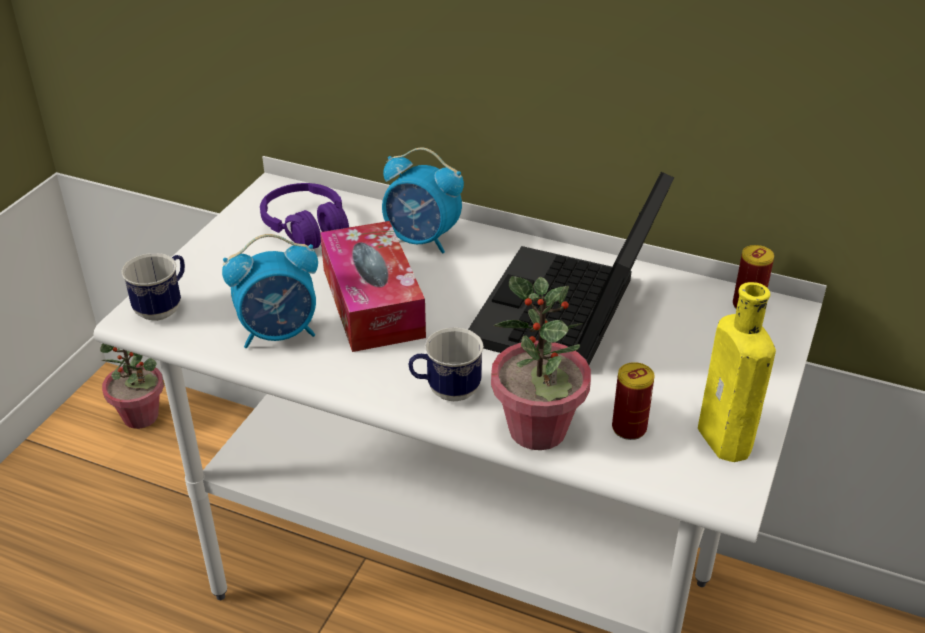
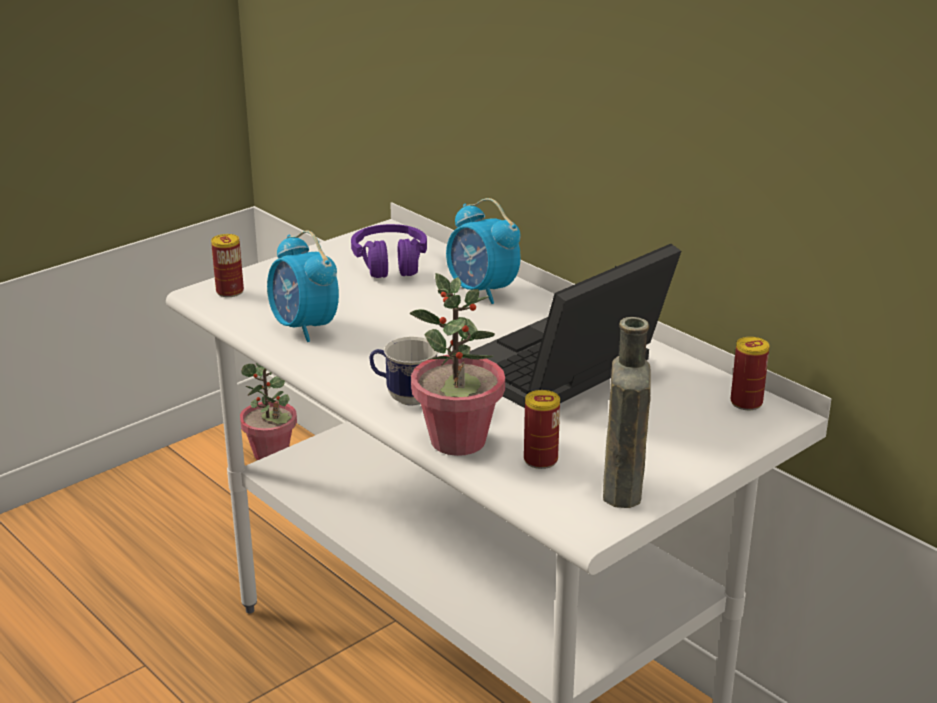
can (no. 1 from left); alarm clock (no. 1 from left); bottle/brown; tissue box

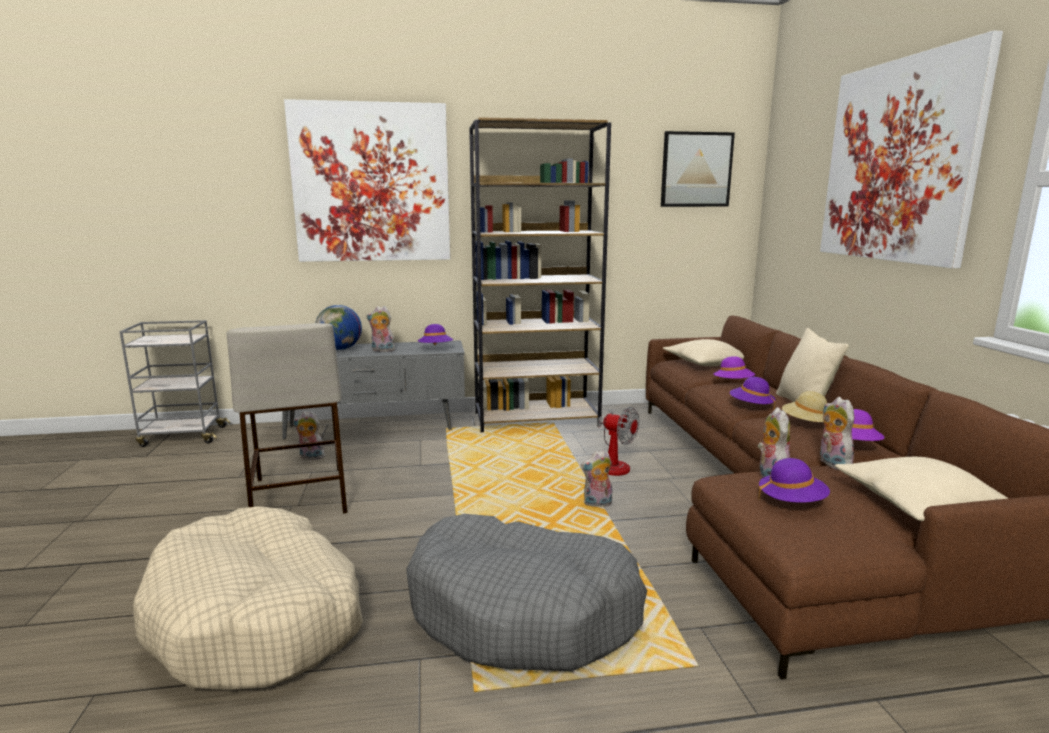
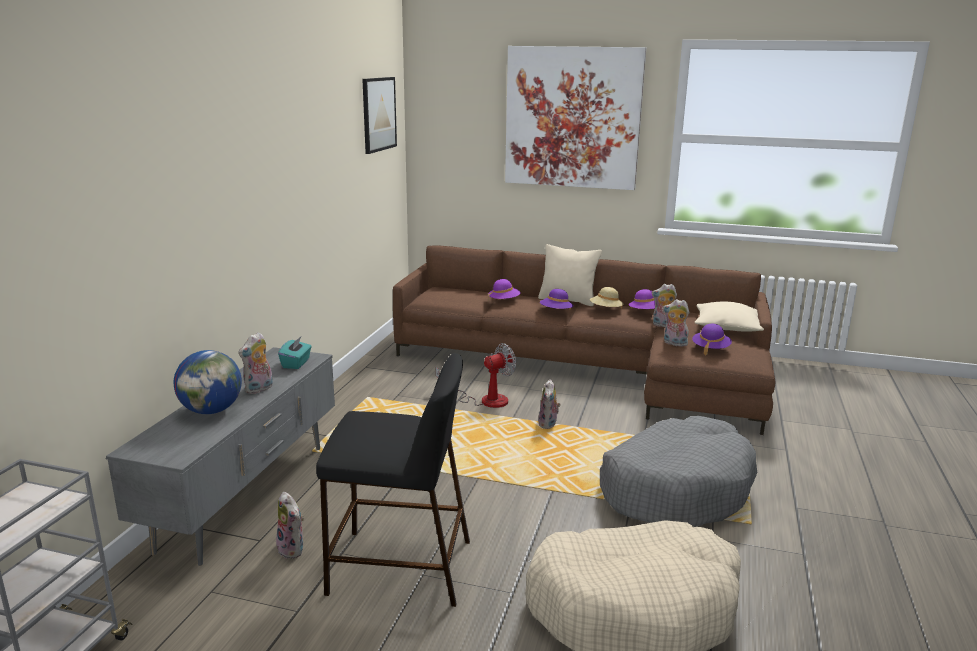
plush toy (no. 2 from left); tissue box/turquoise; stool/black; picture (no. 1 from left in the first image); bookcase/brown; pillow/beige (no. 1 from left in the first image)

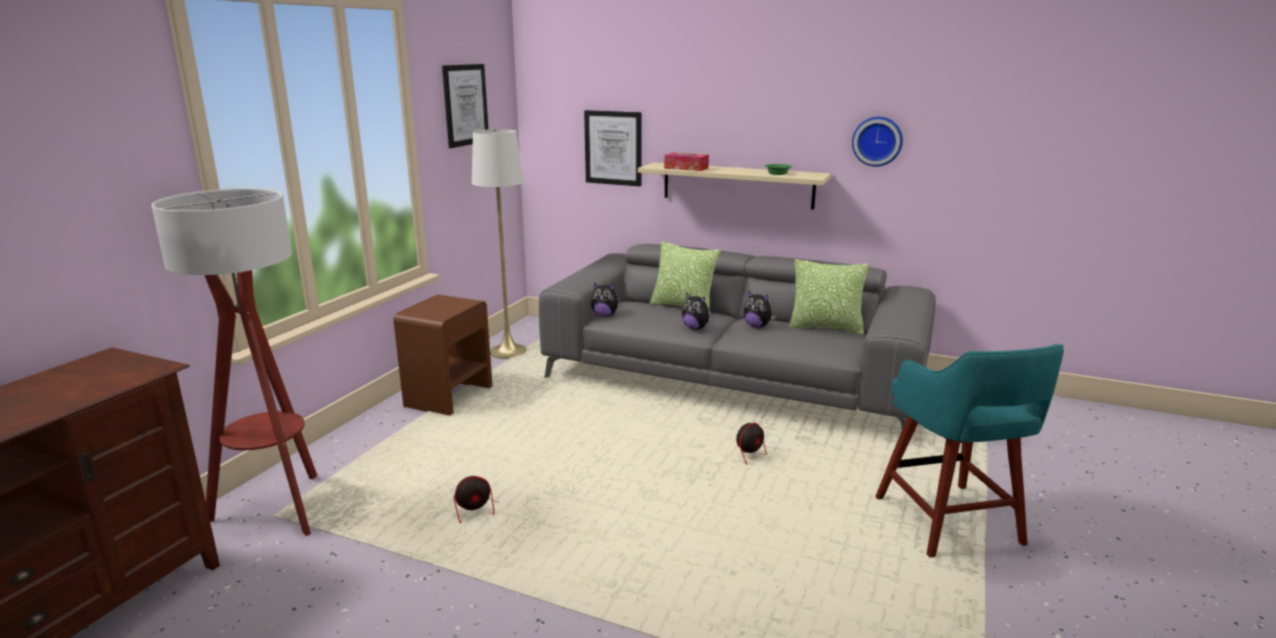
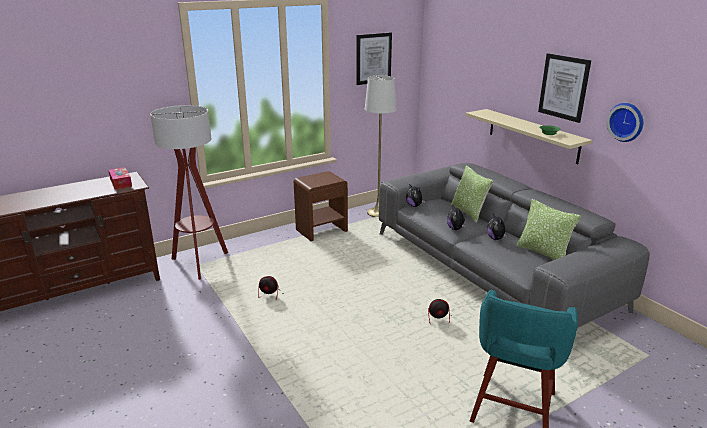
tissue box; picture (no. 2 from left)

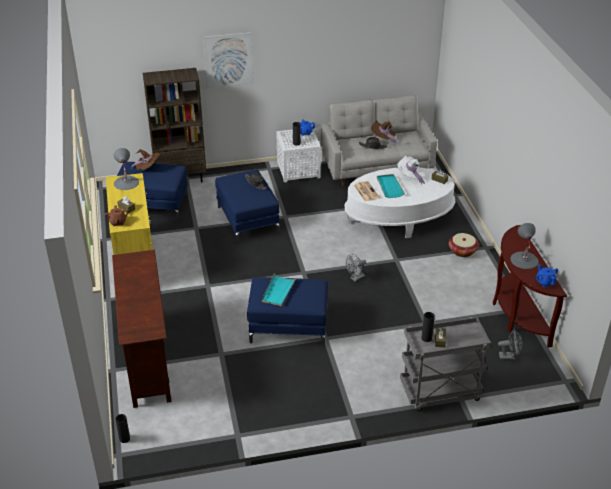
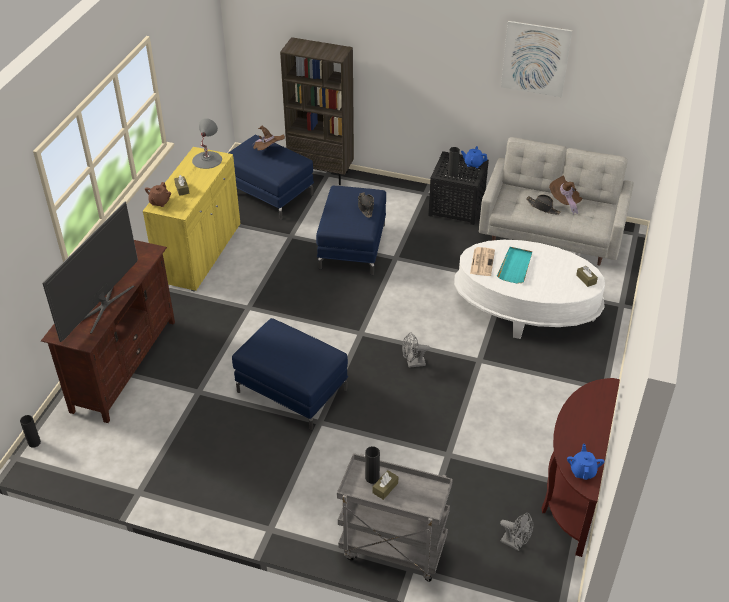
television; side table/black; picture; tray/turquoise (no. 1 from left in the first image); hat/white; basket; table lamp/grey (no. 2 from left in the first image)

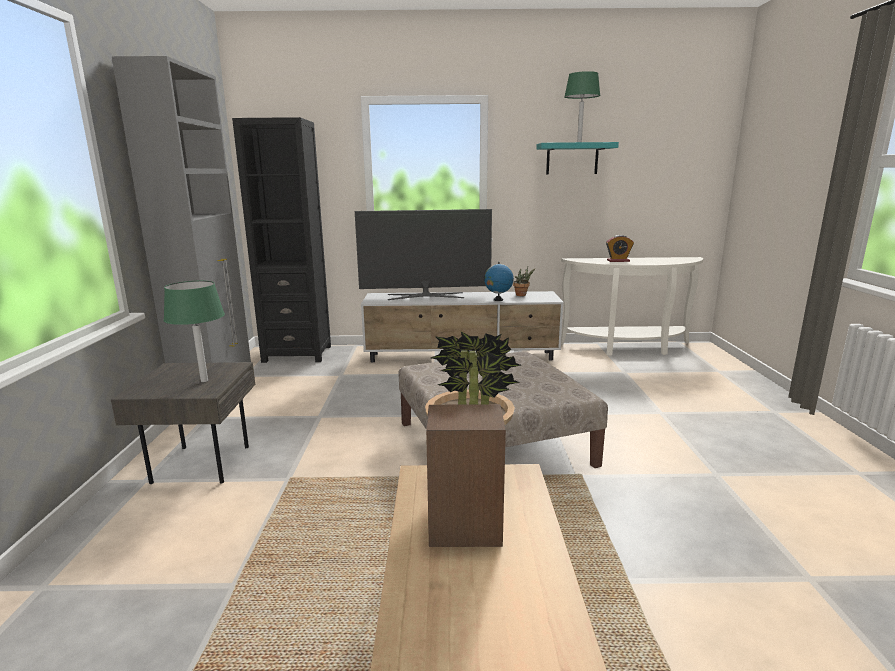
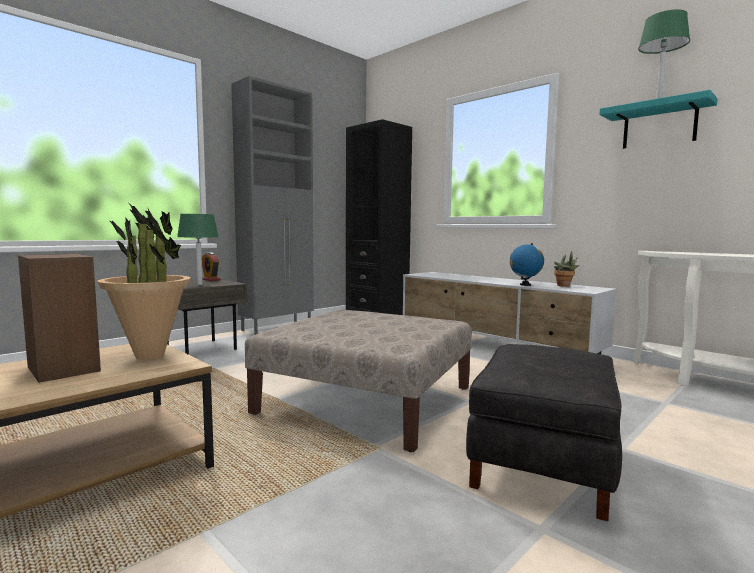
alarm clock; ottoman/black; television

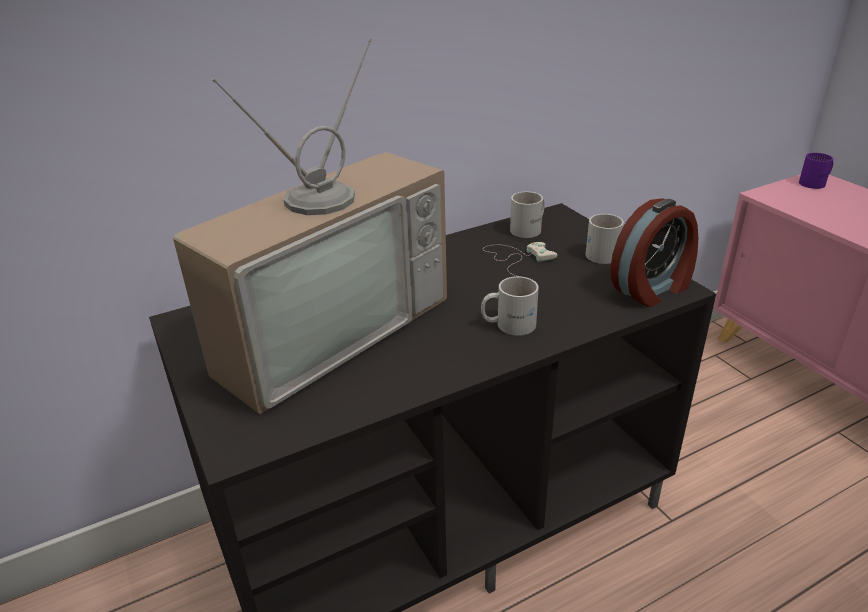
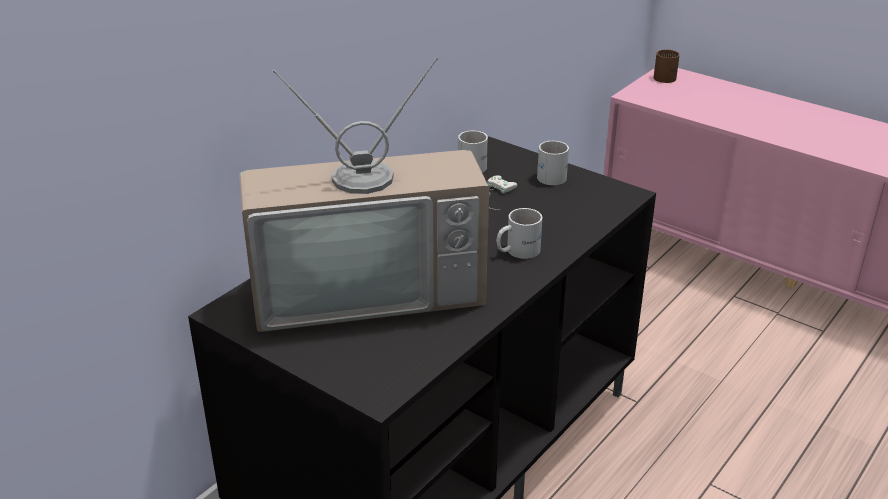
television; mug/brown; alarm clock

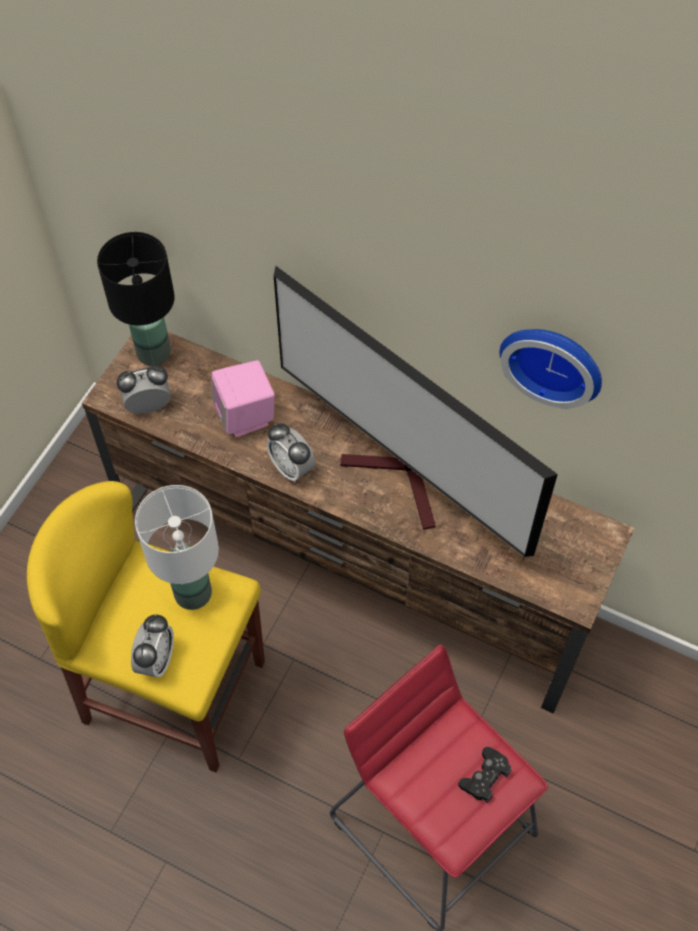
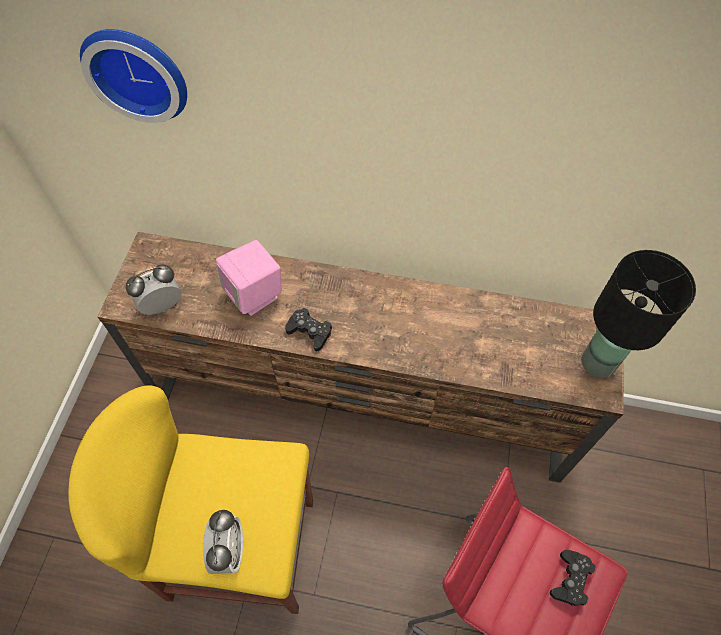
wall clock; game controller/black (no. 1 from left); table lamp/black; table lamp/white; television

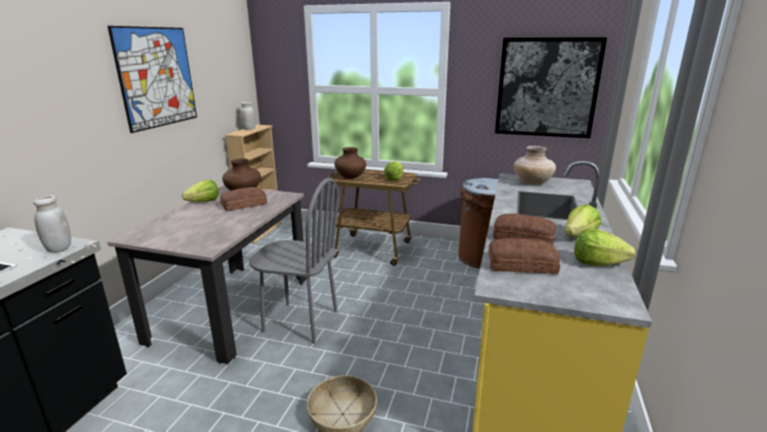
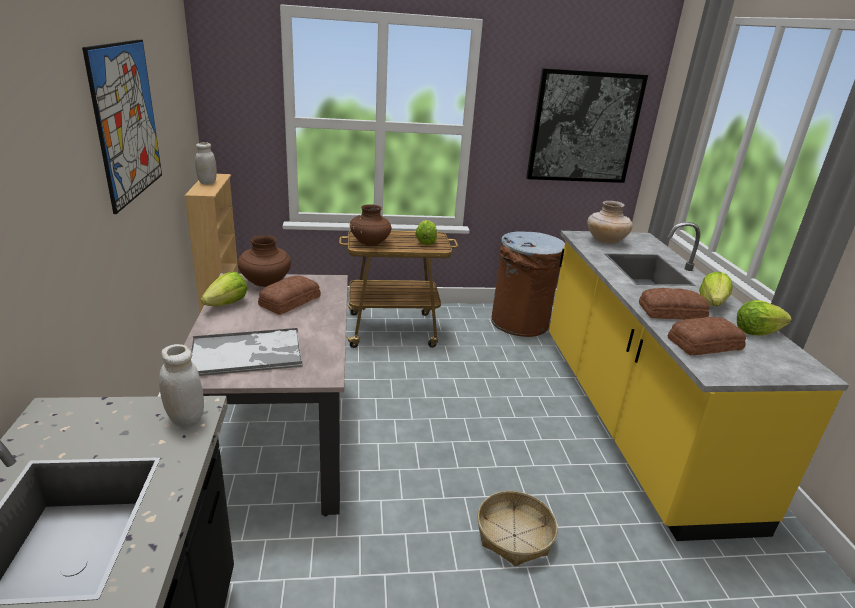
tray; chair/grey

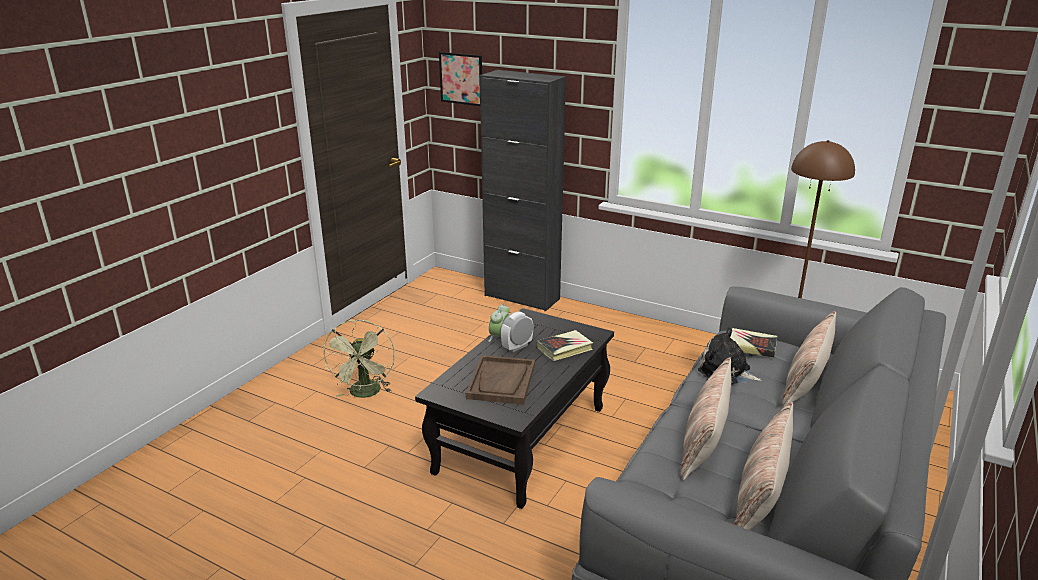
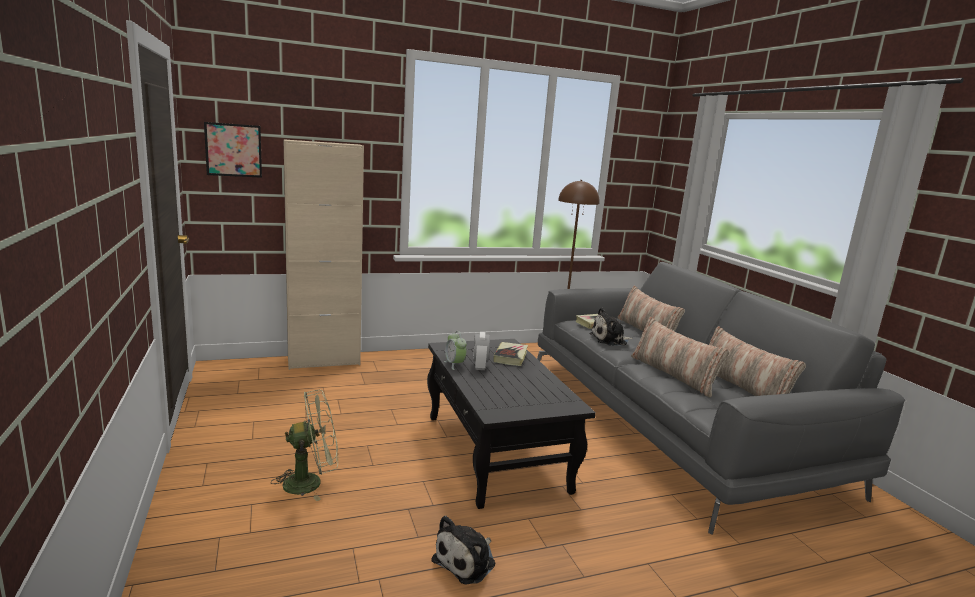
fan/green; cabinet/beige; plush toy (no. 1 from left); tray/brown

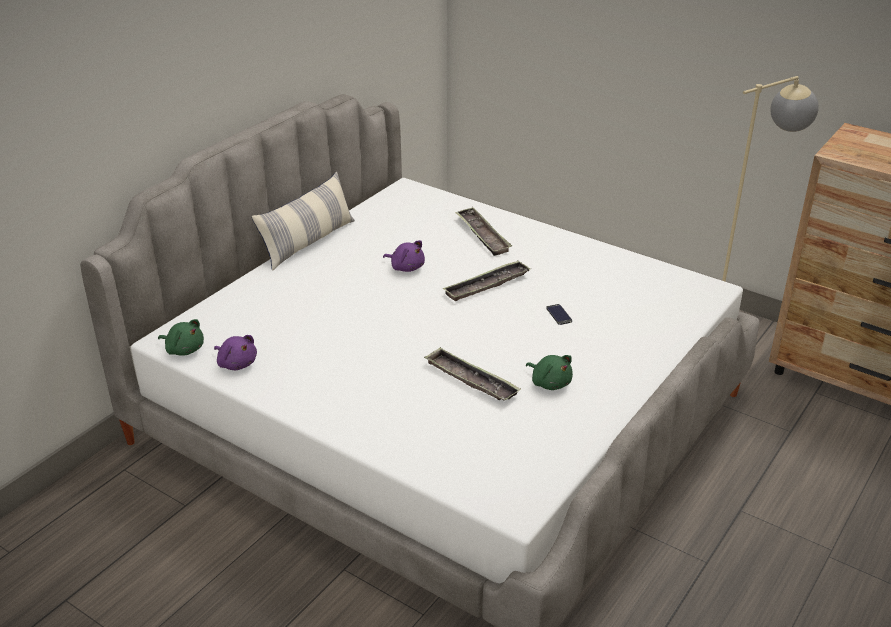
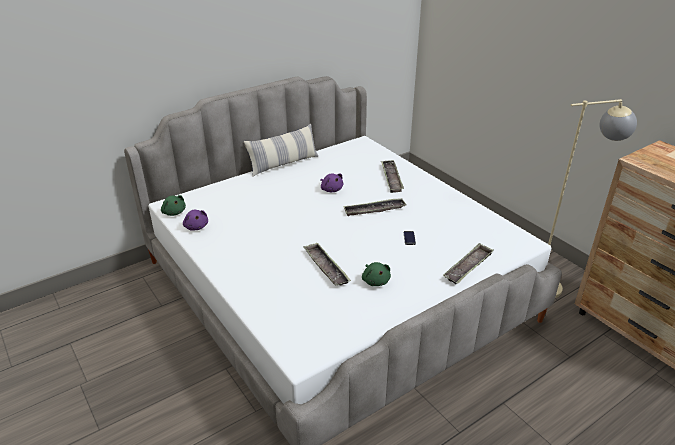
tray (no. 4 from left)

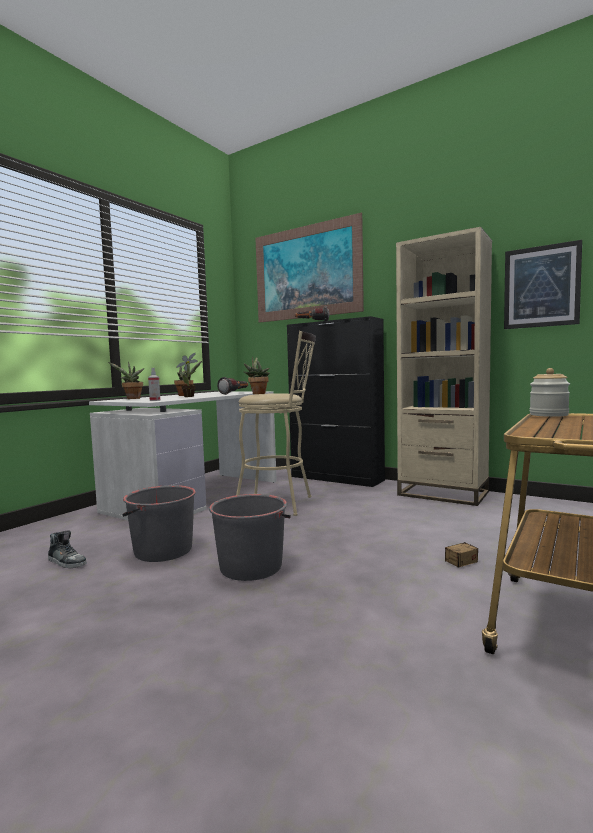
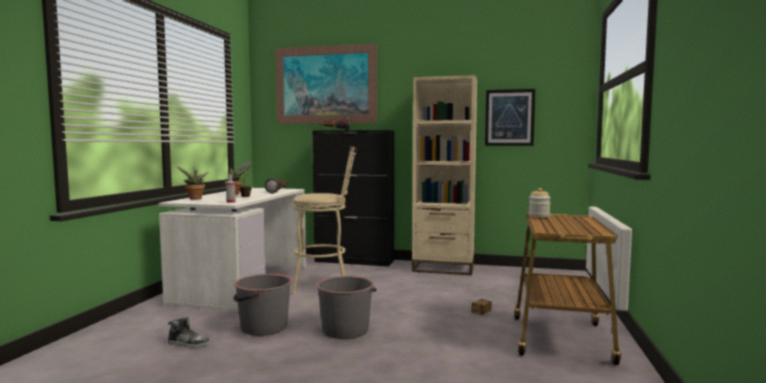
potted plant (no. 4 from left in the first image)

